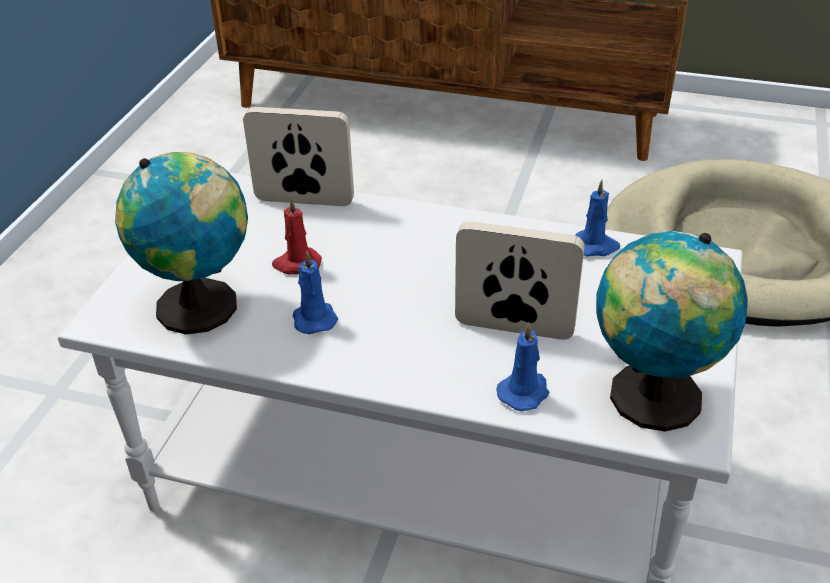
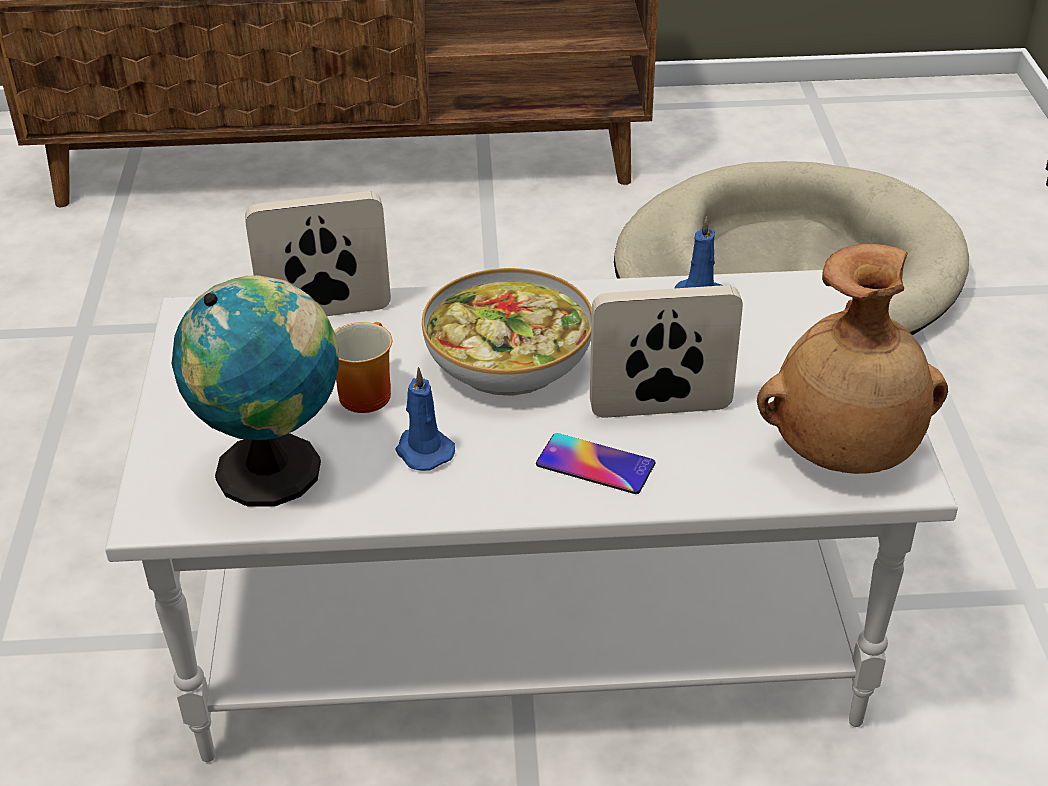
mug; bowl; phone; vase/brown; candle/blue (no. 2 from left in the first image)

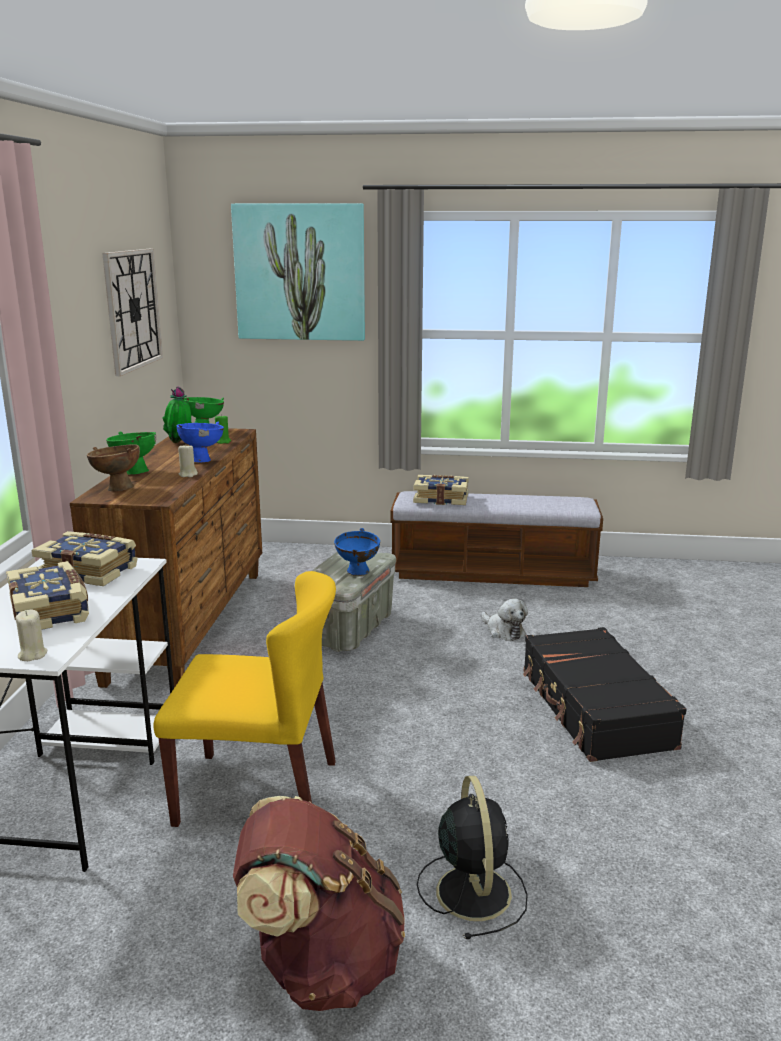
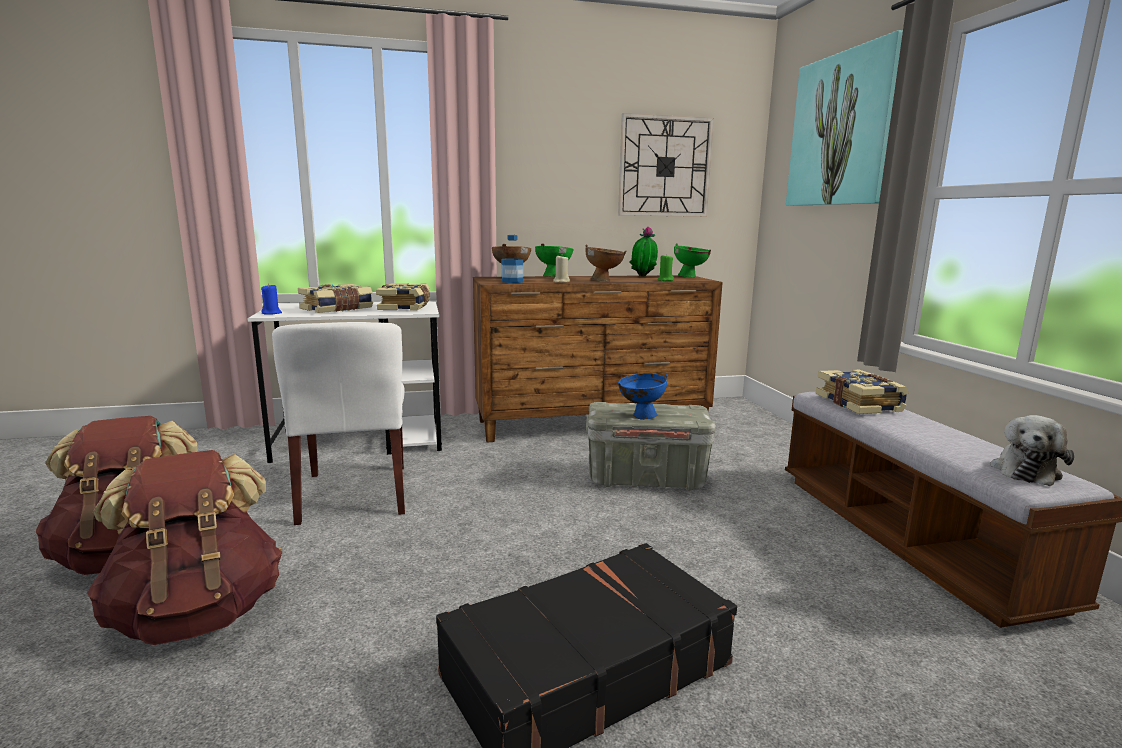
backpack/brown (no. 2 from left); candle/blue; chair/white; bottle; bowl/brown (no. 2 from left); plush toy

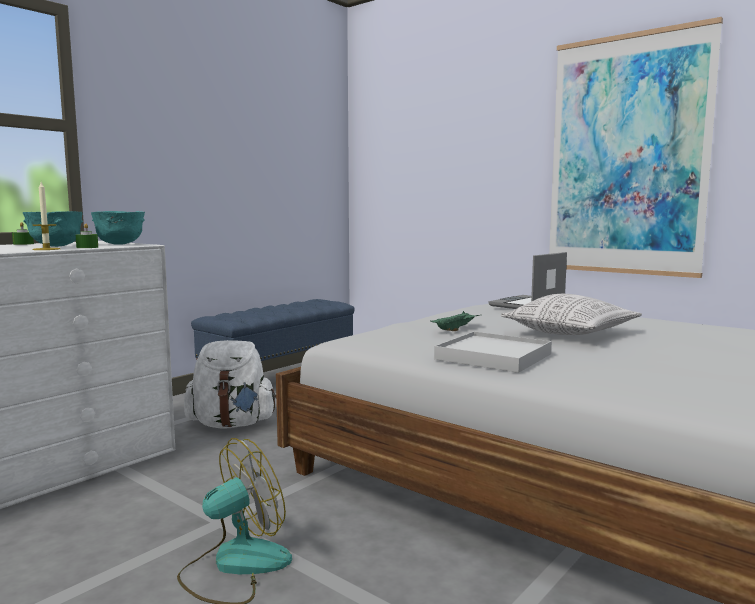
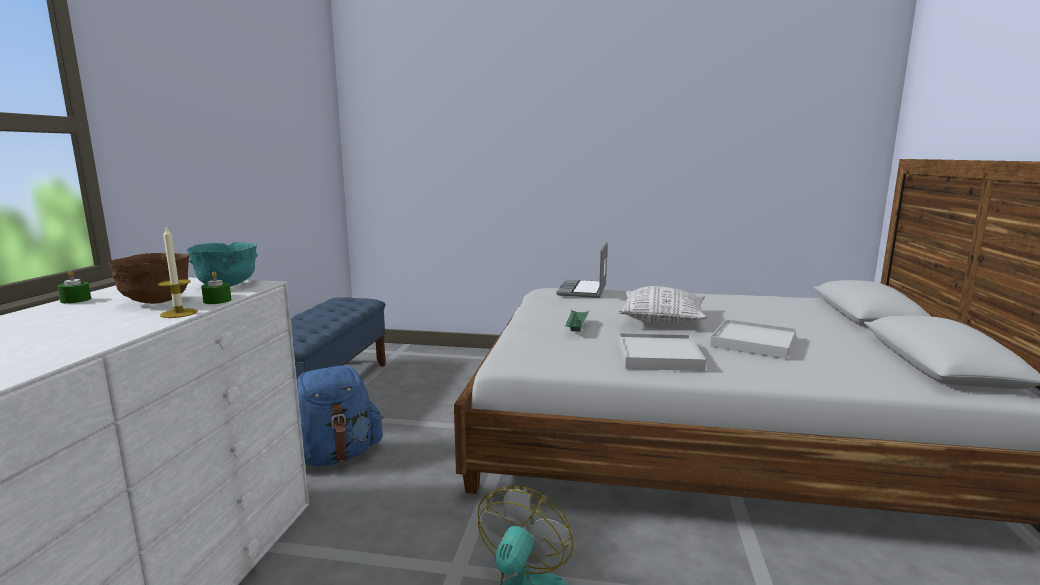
bowl/brown; backpack/blue; tray/white (no. 2 from left); picture

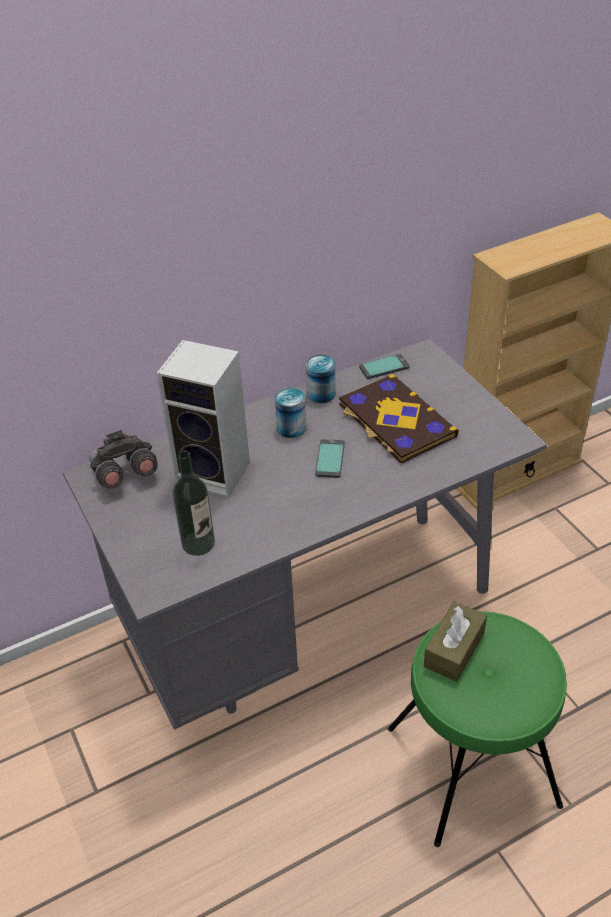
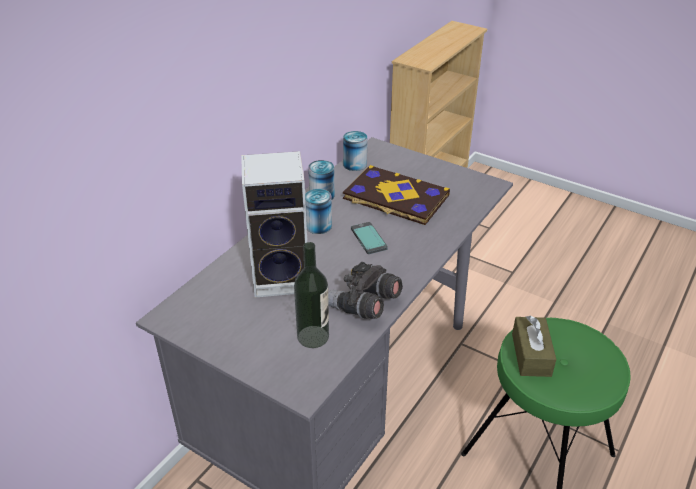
binoculars/grey; can (no. 3 from left)

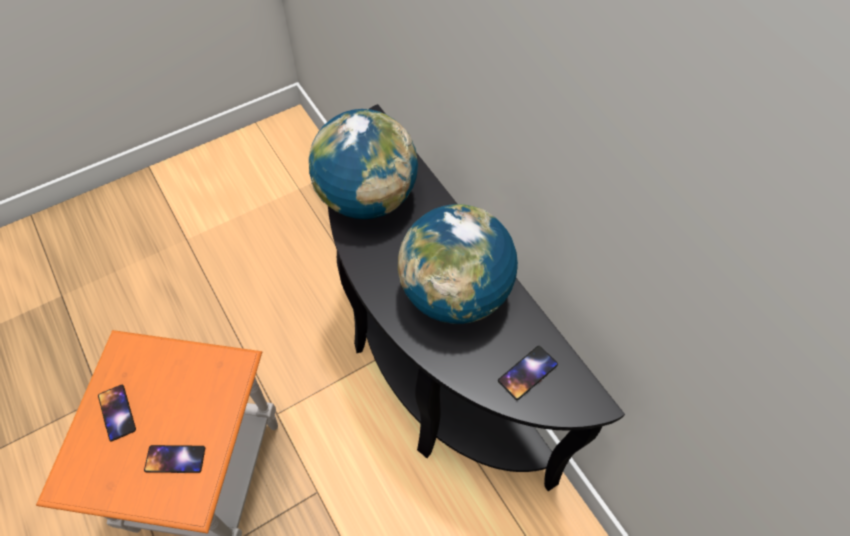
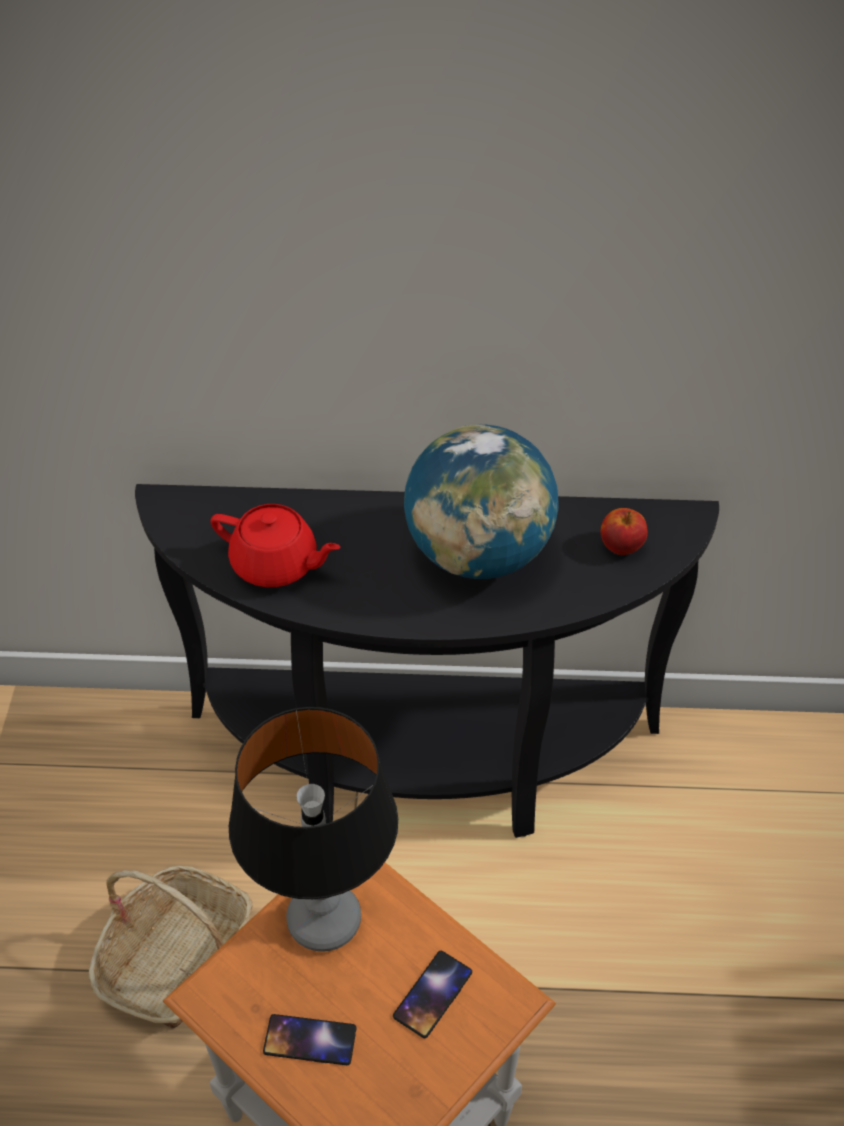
basket; teapot/red; table lamp; apple

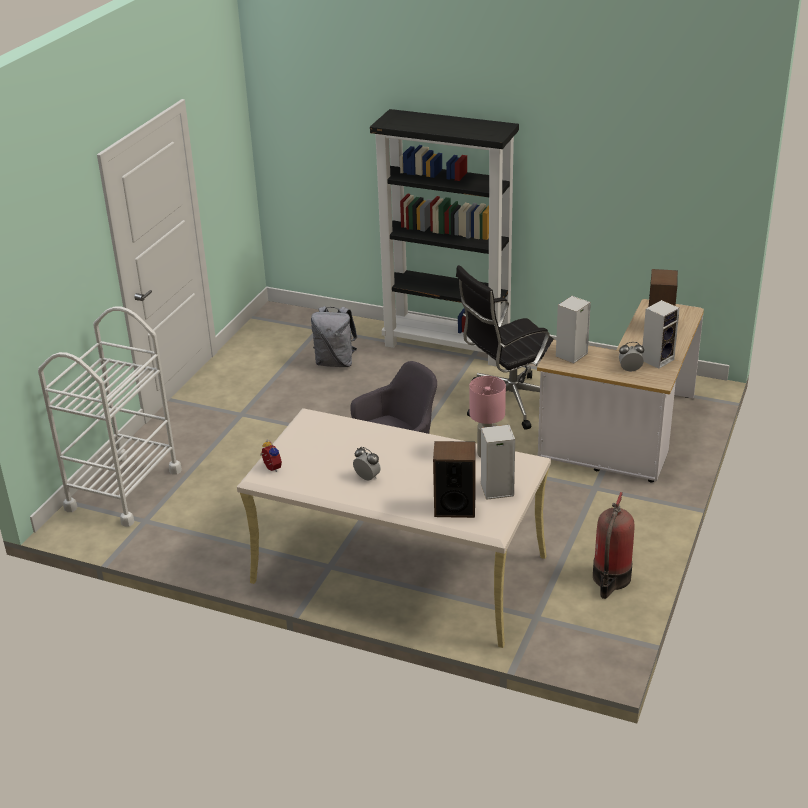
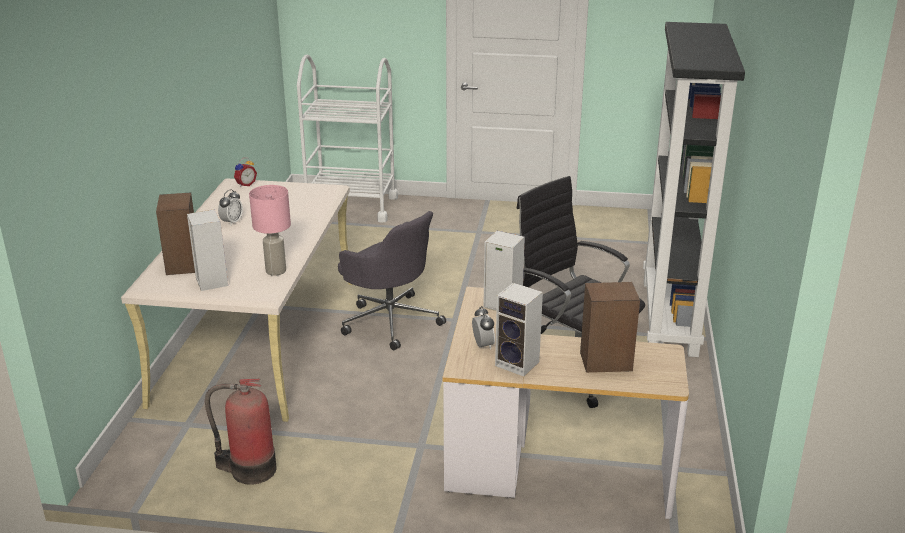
backpack/grey

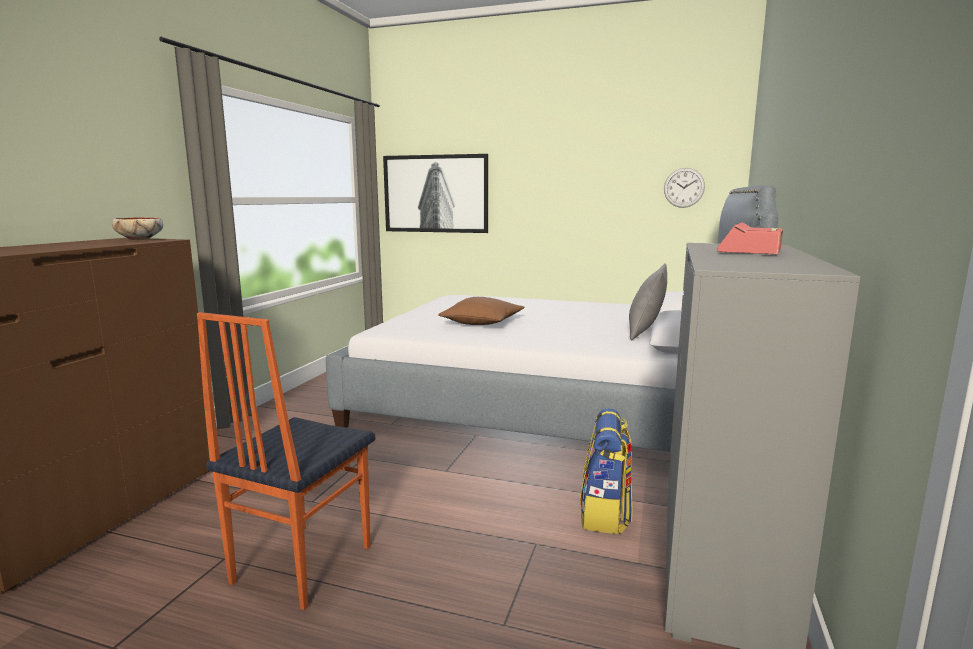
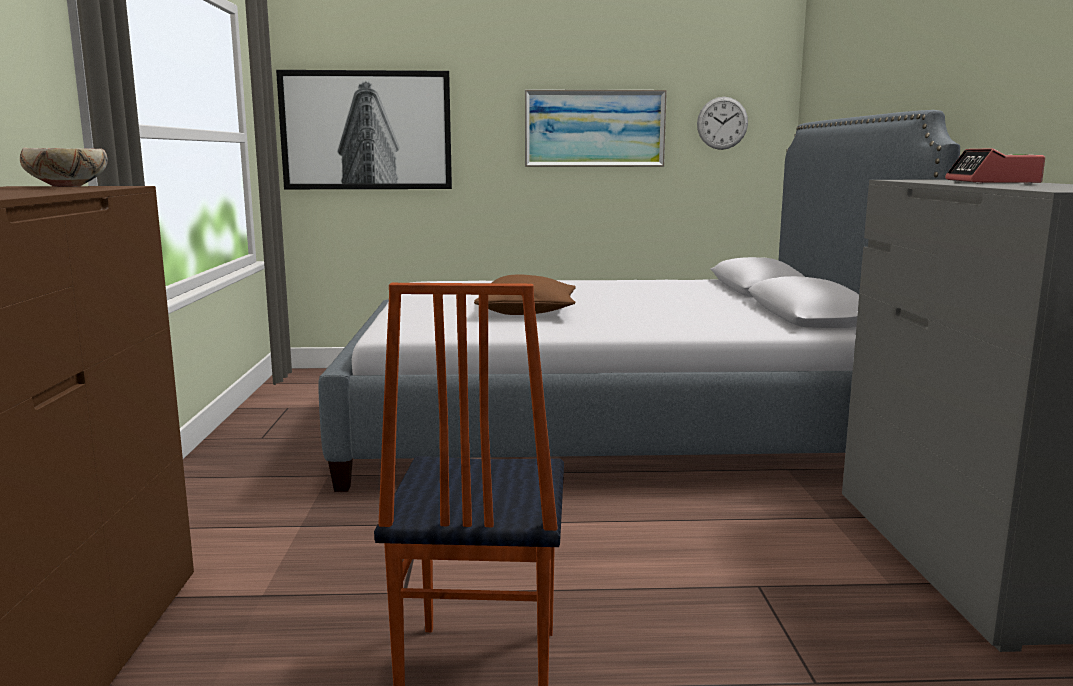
picture (no. 2 from left); backpack; pillow/grey

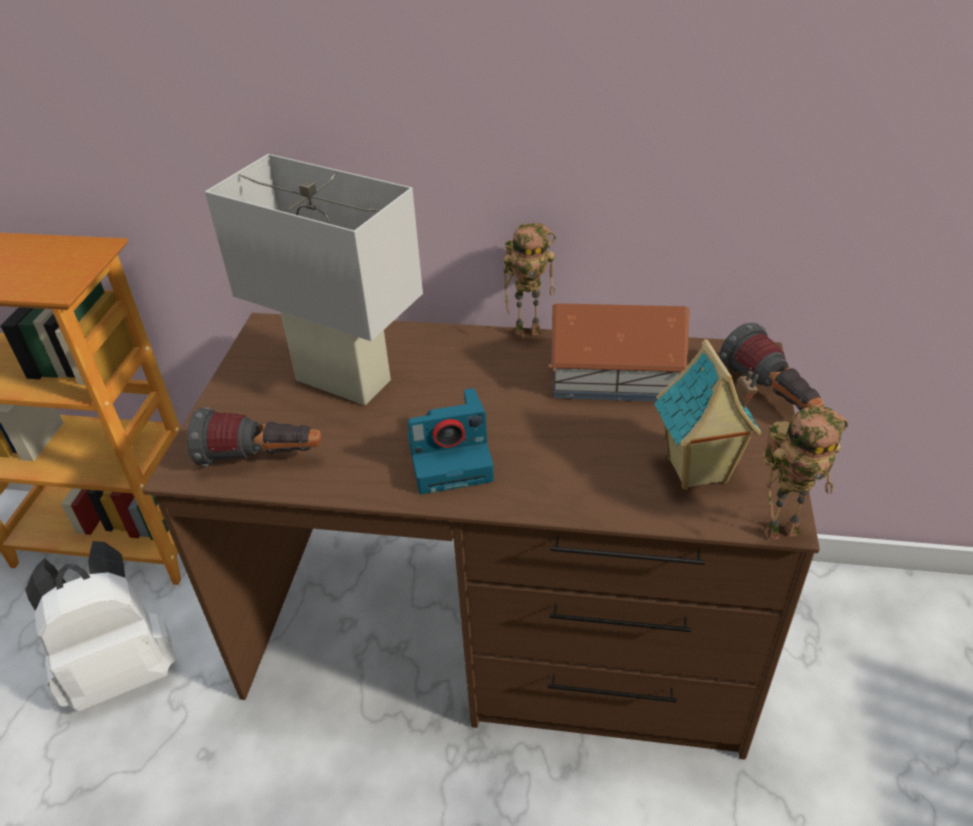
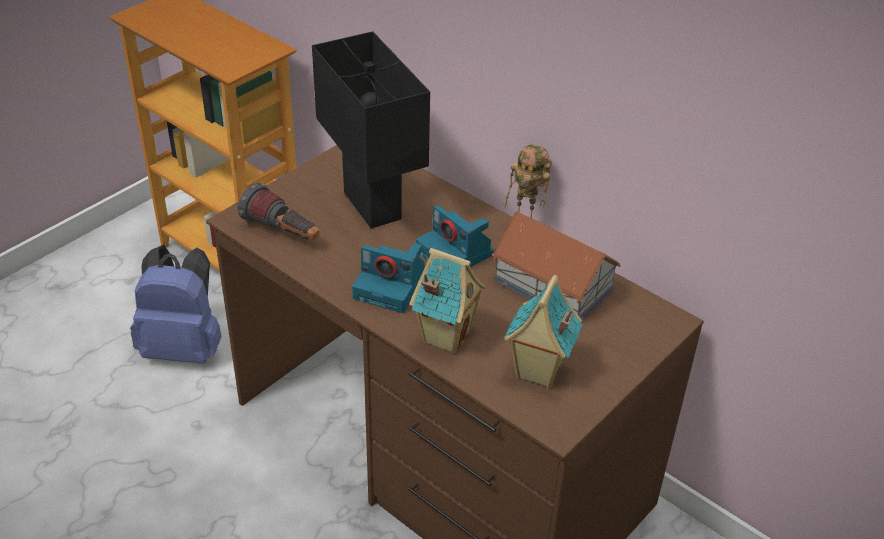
backpack/blue; table lamp/black; toy house (no. 1 from left); photo camera (no. 2 from left); flashlight (no. 2 from left in the first image); toy robot (no. 2 from left in the first image)

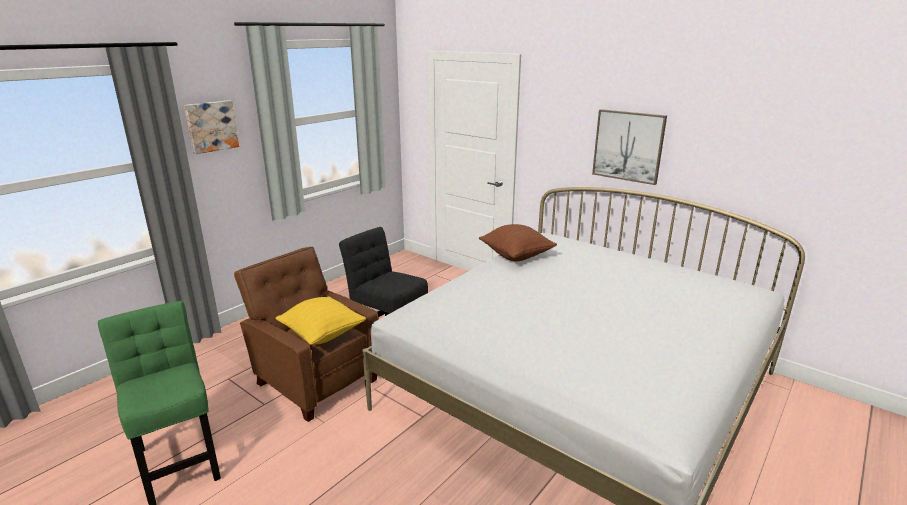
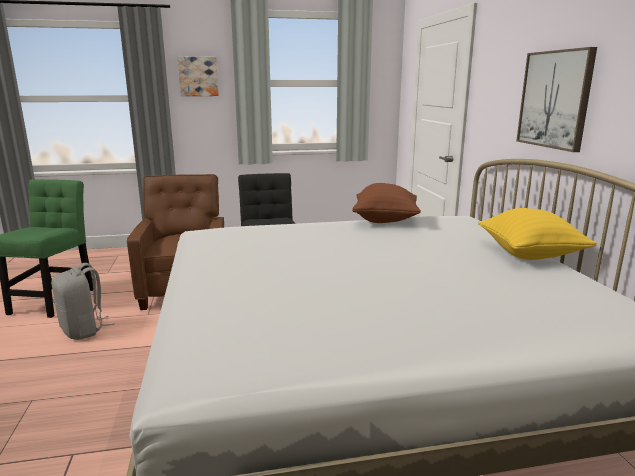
backpack/grey; pillow/yellow

